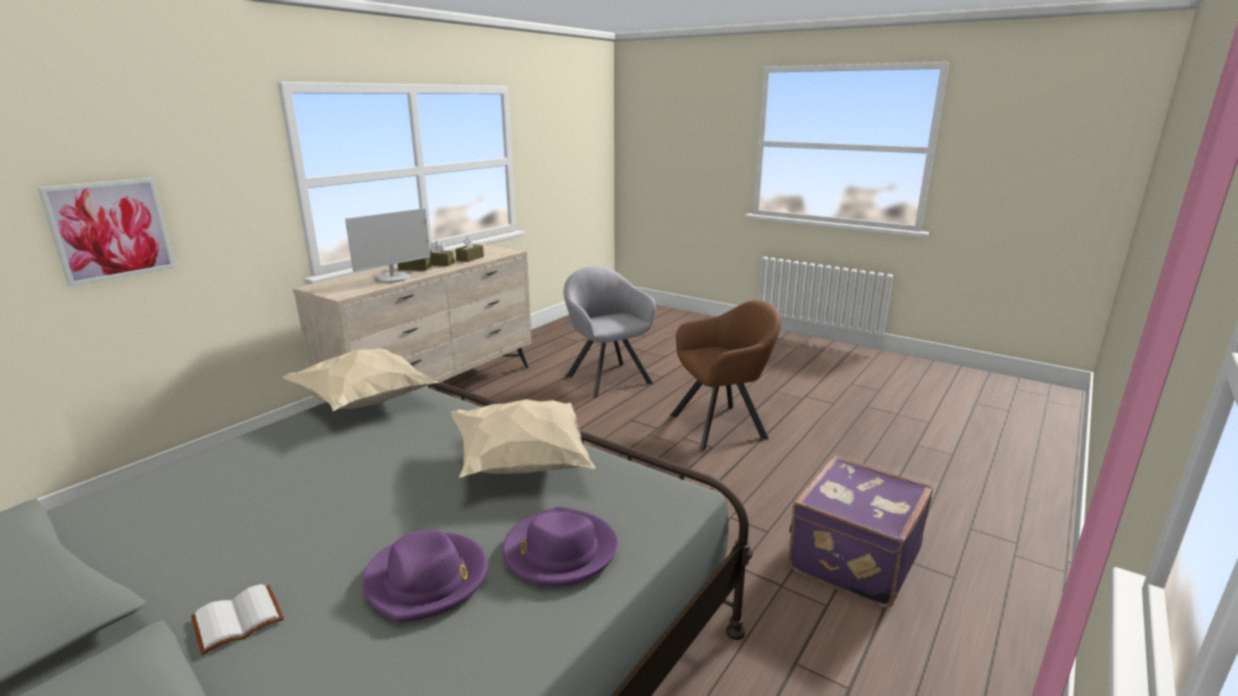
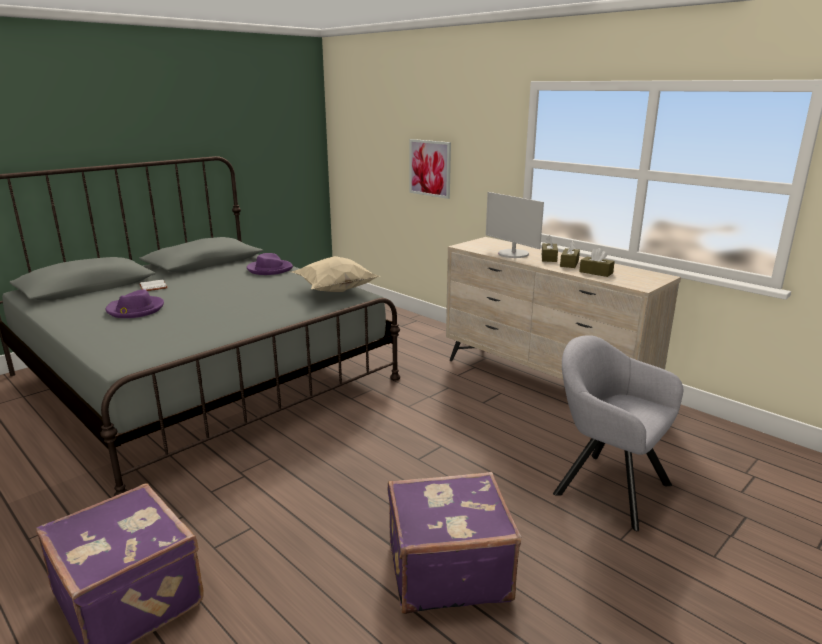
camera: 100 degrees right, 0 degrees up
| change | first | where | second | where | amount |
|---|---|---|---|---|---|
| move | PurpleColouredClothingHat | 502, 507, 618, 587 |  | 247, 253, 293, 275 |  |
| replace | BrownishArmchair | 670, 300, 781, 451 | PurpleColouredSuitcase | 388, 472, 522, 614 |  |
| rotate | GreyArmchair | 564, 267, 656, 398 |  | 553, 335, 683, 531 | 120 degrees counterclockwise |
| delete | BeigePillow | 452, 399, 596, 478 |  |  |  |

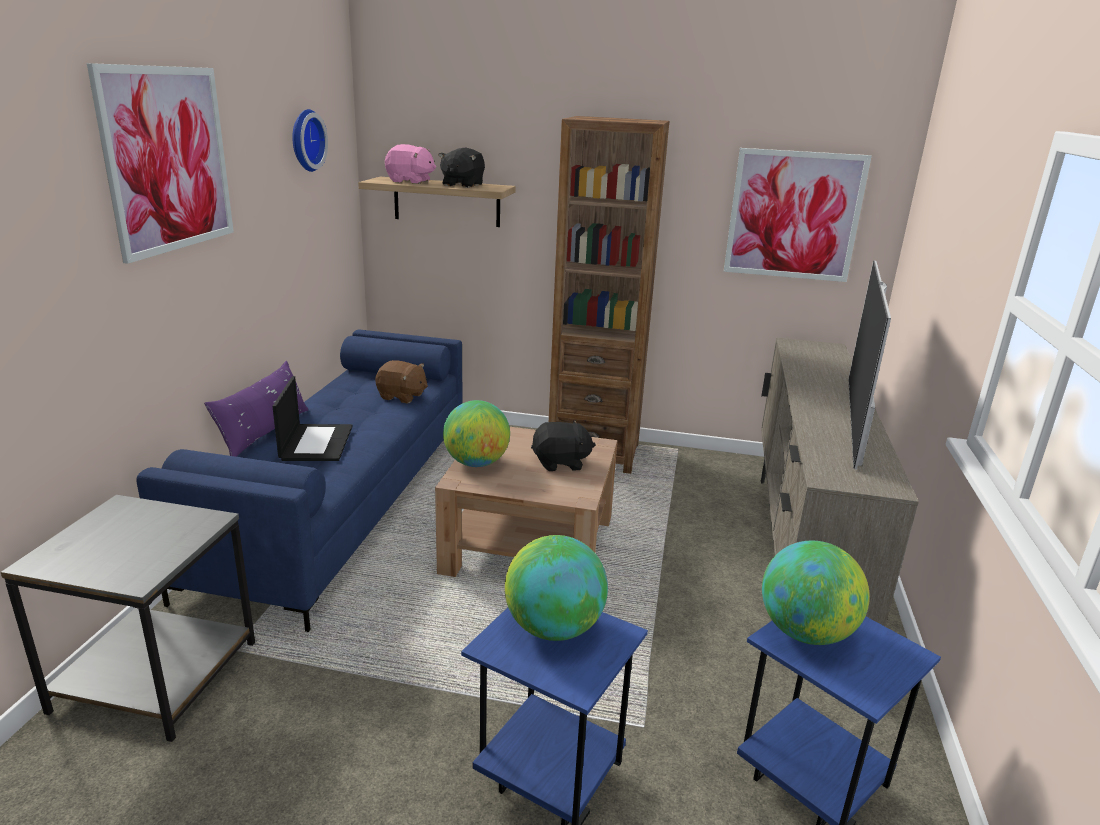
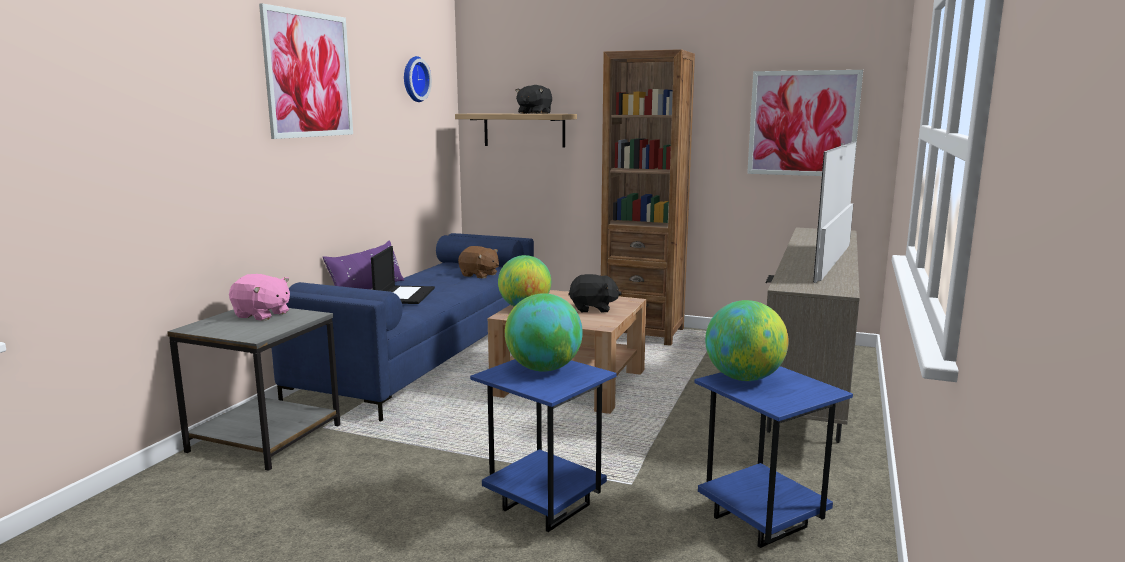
camera: 10 degrees right, 10 degrees down
| change | first | where | second | where | amount |
|---|---|---|---|---|---|
| move | PinkishSoftToy | 385, 144, 436, 184 |  | 229, 274, 290, 321 |  |

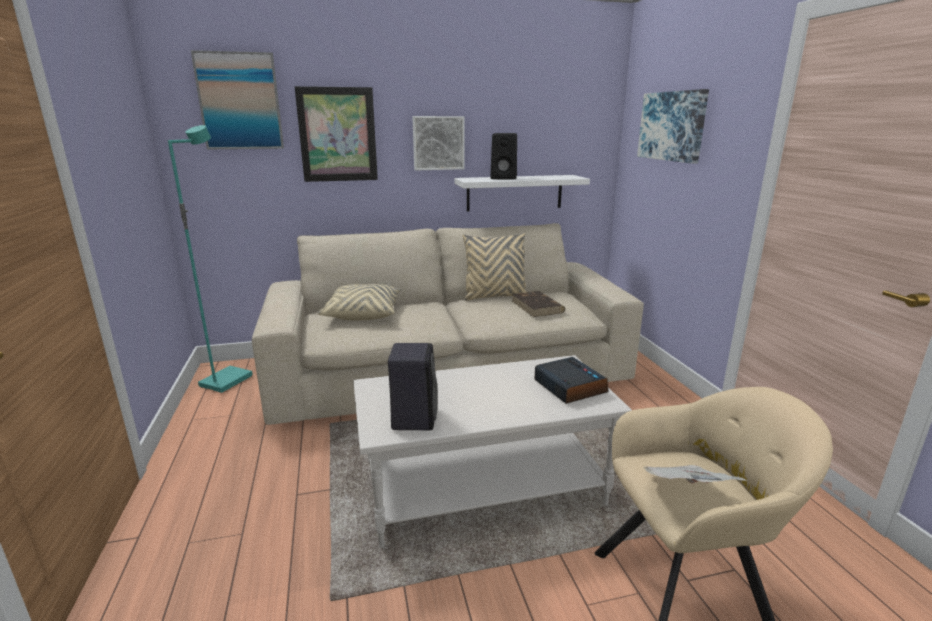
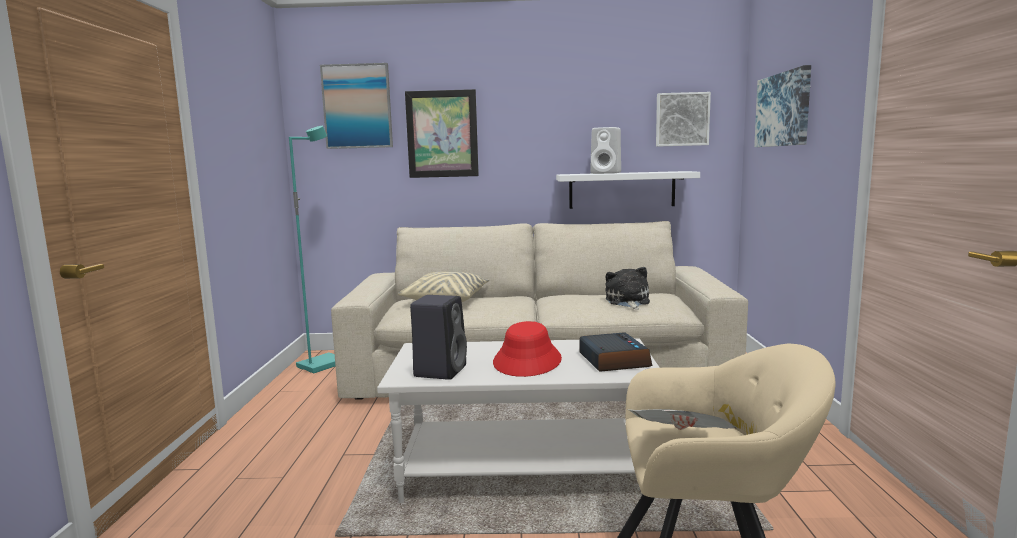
camera: 15 degrees right, 10 degrees down
| change | first | where | second | where | amount |
|---|---|---|---|---|---|
| insert |  |  | RedClothingHat | 493, 321, 562, 377 |  |
| recolor | BlackColouredAudioSpeaker | 490, 133, 517, 180 | WhiteAudioSpeaker | 590, 127, 621, 174 |  |
| replace | BrownishBoundBook | 512, 291, 565, 317 | SoftToy | 605, 267, 650, 309 |  |
| move | WallArt | 412, 116, 465, 170 |  | 656, 92, 711, 147 |  |
| delete | BeigePillow | 463, 233, 527, 301 |  |  |  |

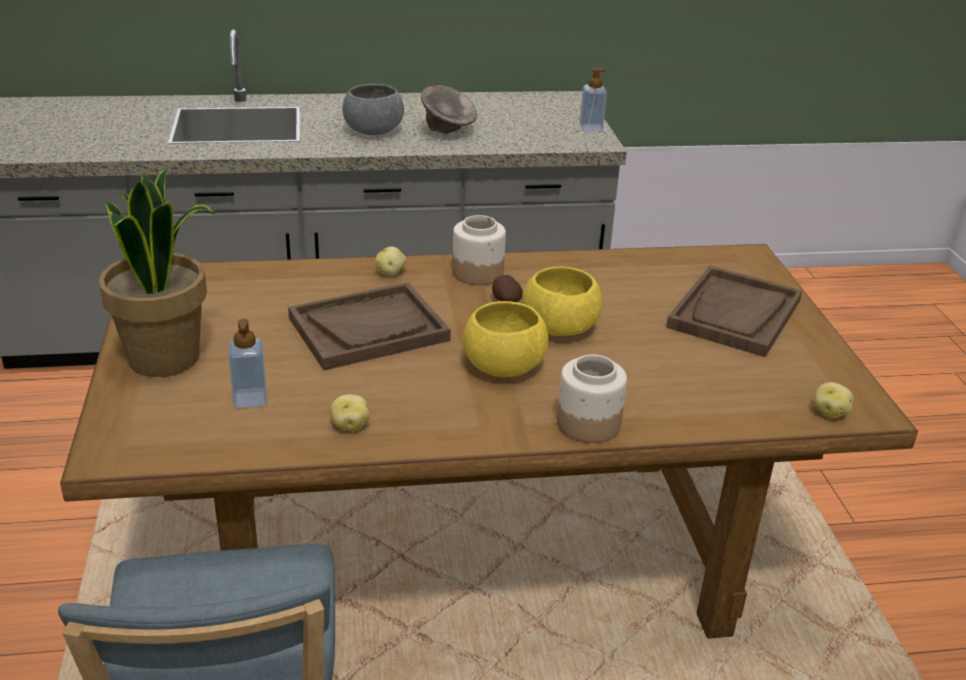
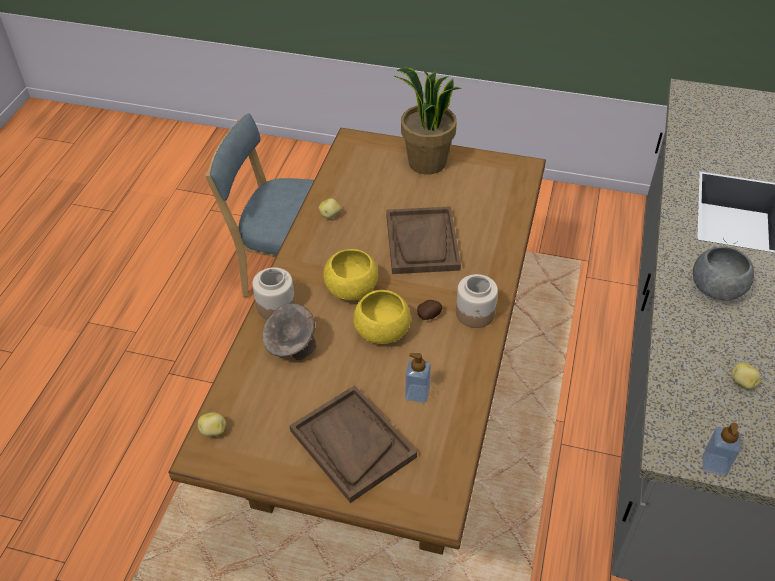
camera: 115 degrees right, 15 degrees up
| change | first | where | second | where | amount |
|---|---|---|---|---|---|
| move | GreyServingBowl | 421, 85, 477, 134 |  | 262, 303, 316, 360 |  |
| move | LiquidSoapBottle | 228, 319, 267, 408 |  | 405, 353, 431, 403 |  |
| move | Spud | 375, 246, 407, 276 |  | 732, 363, 761, 390 |  |

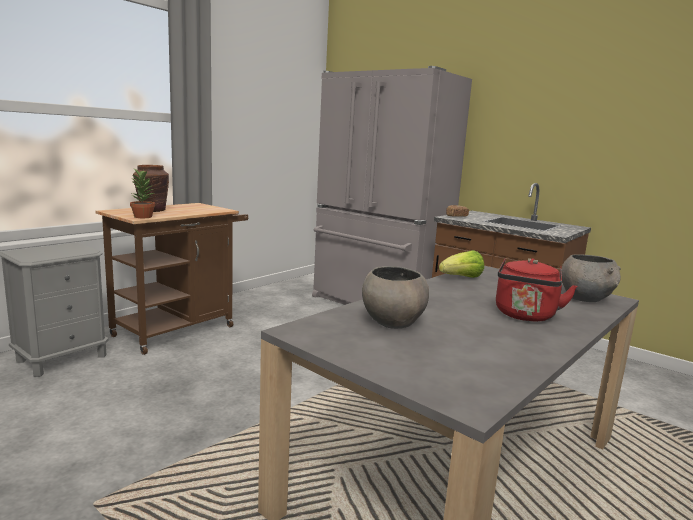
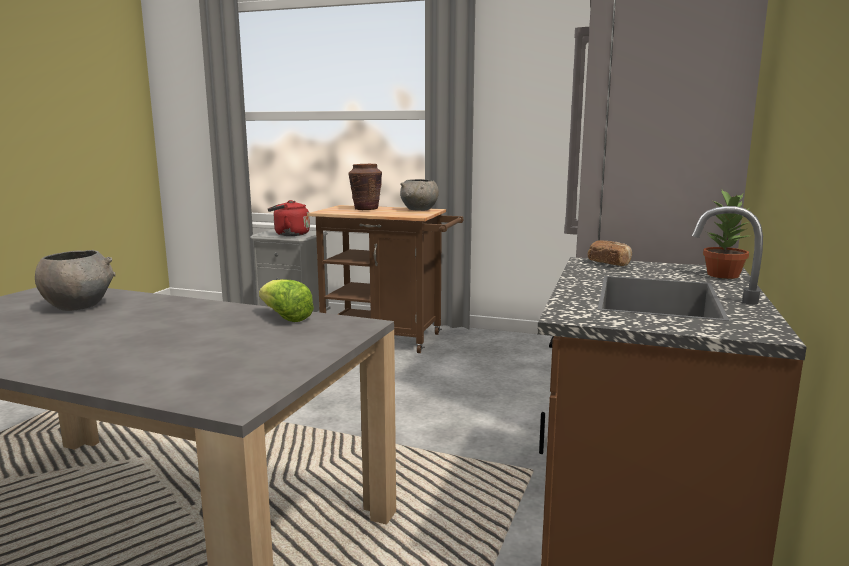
camera: 70 degrees right, 0 degrees up
| change | first | where | second | where | amount |
|---|---|---|---|---|---|
| move | RedKettle | 496, 258, 577, 322 |  | 268, 200, 310, 236 |  |
| move | GreyServingBowl | 562, 254, 621, 302 |  | 400, 179, 439, 211 |  |
| move | PlantInAPot | 130, 169, 155, 218 |  | 703, 190, 753, 279 |  |

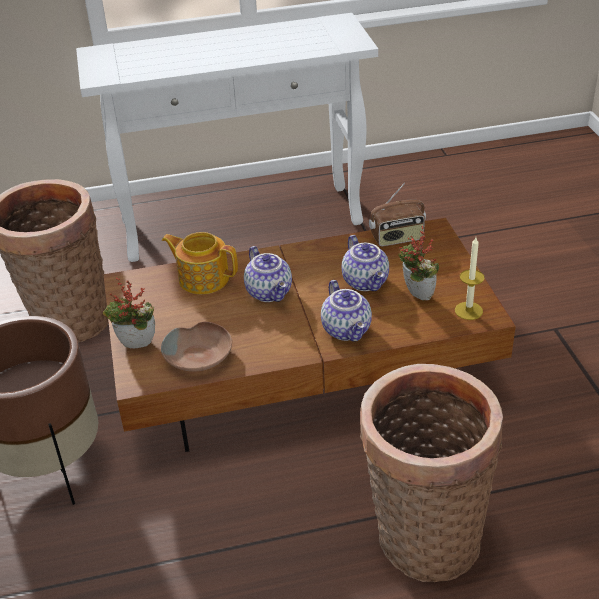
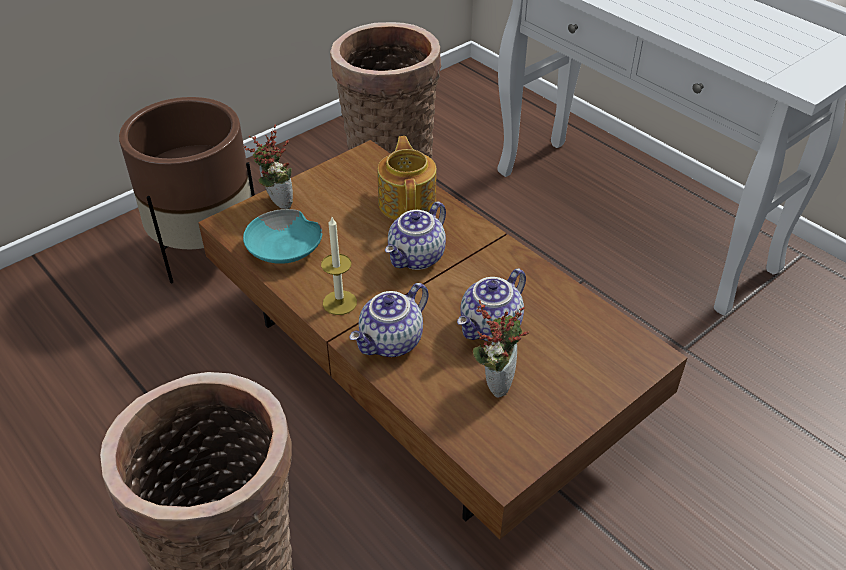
camera: 60 degrees right, 5 degrees up
| change | first | where | second | where | amount |
|---|---|---|---|---|---|
| recolor | BrownishServingBowl | 161, 322, 232, 372 | TurquoiseColouredServingBowl | 243, 209, 323, 264 |  |
| move | WaxLight | 455, 237, 485, 320 |  | 321, 217, 357, 315 |  |
| delete | RadioSet | 369, 183, 426, 247 |  |  |  |

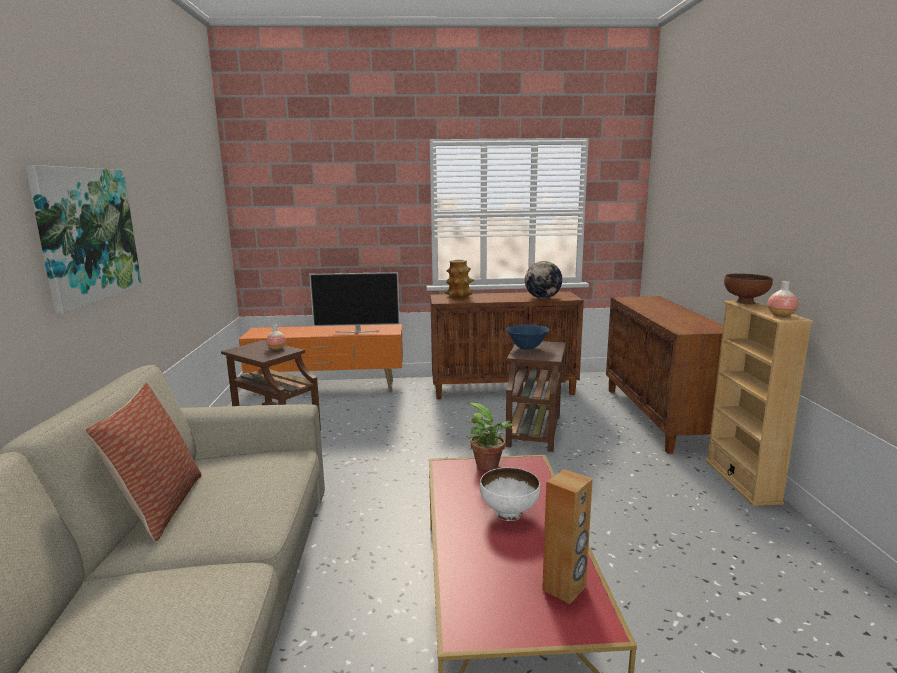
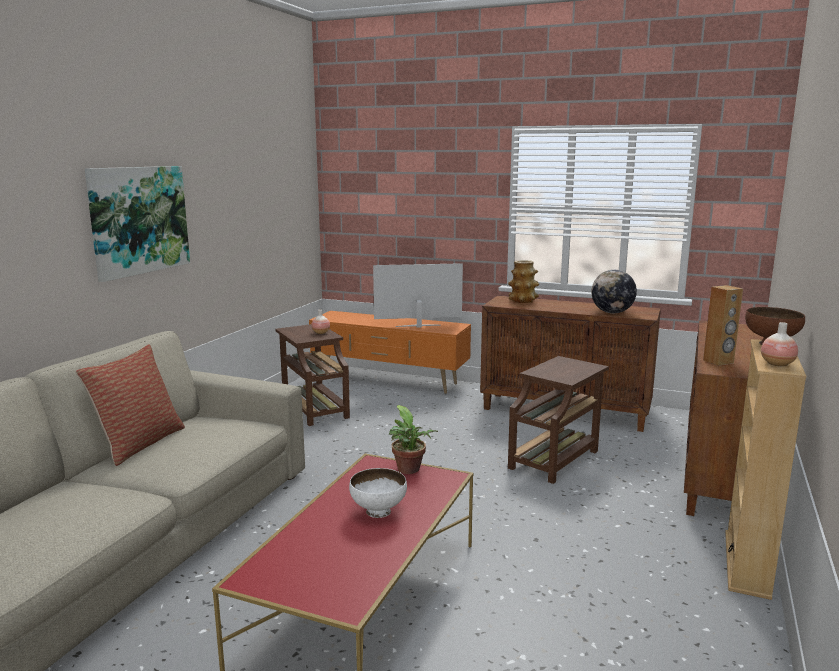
camera: 25 degrees right, 0 degrees up
| change | first | where | second | where | amount |
|---|---|---|---|---|---|
| rotate | Television | 309, 272, 400, 333 |  | 373, 263, 463, 328 | 150 degrees clockwise |
| move | BrownishAudioSpeaker | 542, 469, 593, 604 |  | 703, 285, 743, 366 |  |
| delete | BlueServingBowl | 506, 324, 549, 349 |  |  |  |

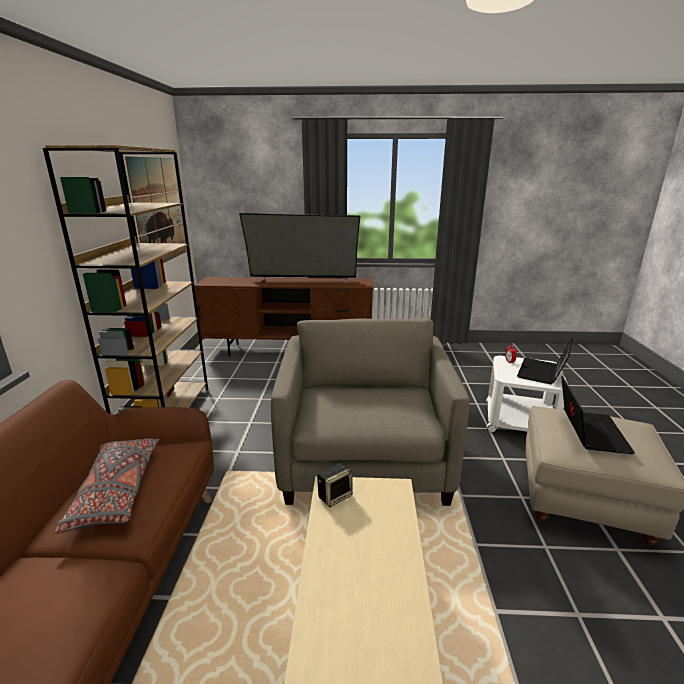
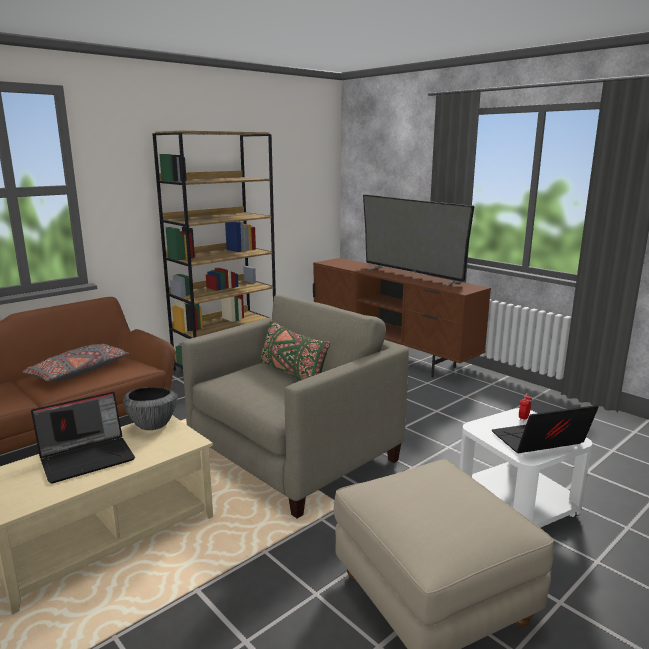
camera: 45 degrees right, 5 degrees down
| change | first | where | second | where | amount |
|---|---|---|---|---|---|
| move | PortableComputer | 561, 376, 635, 454 |  | 31, 392, 135, 484 |  |
| replace | AudioSpeaker | 317, 463, 353, 507 | ServingBowl | 123, 387, 178, 430 |  |
| insert |  |  | GreenPillow | 260, 320, 330, 381 |  |
| delete | WallArt | 125, 156, 187, 263 |  |  |  |

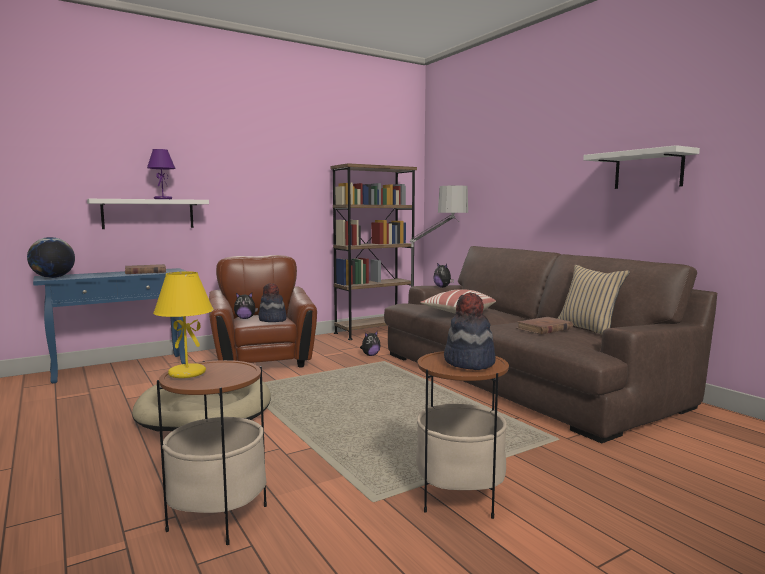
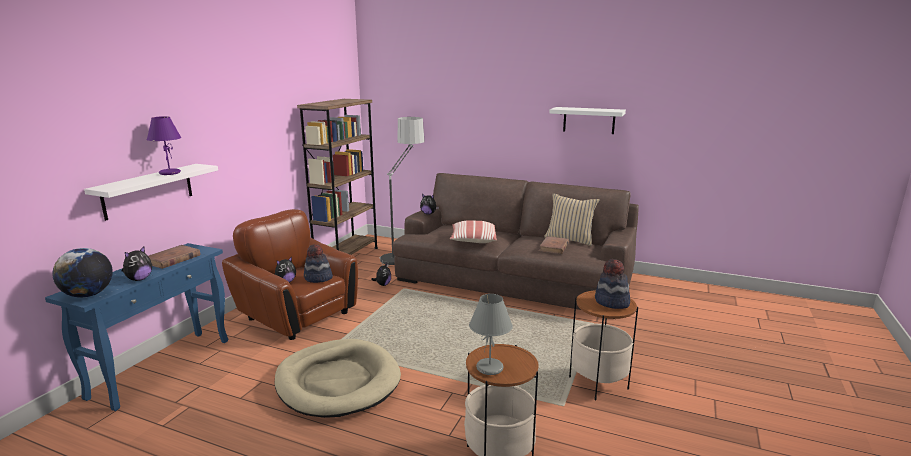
camera: 35 degrees left, 10 degrees up
| change | first | where | second | where | amount |
|---|---|---|---|---|---|
| insert |  |  | SoftToy | 122, 247, 152, 281 |  |
| recolor | YellowishTableLamp | 153, 271, 214, 378 | GreyTableLamp | 469, 294, 513, 375 |  |

